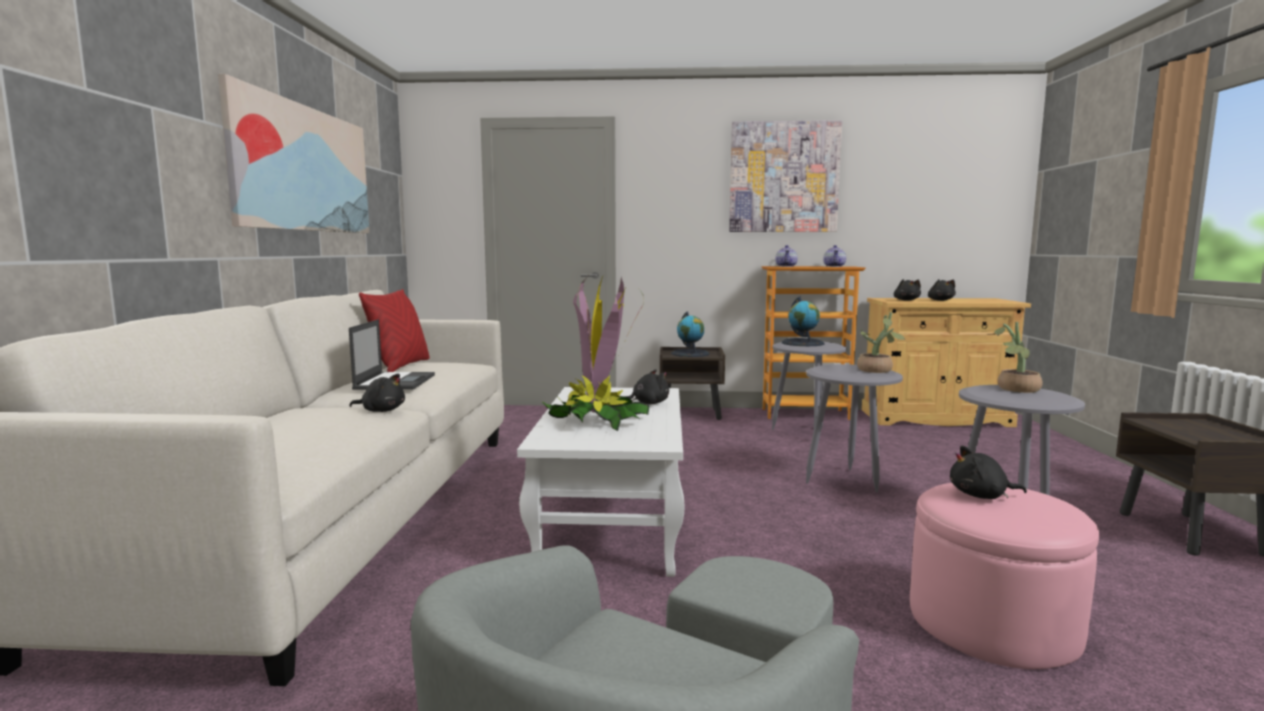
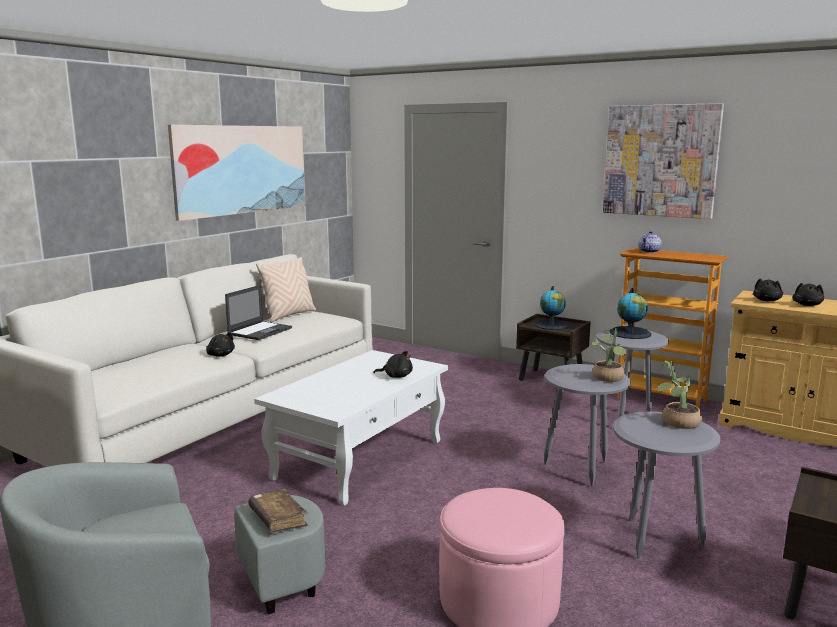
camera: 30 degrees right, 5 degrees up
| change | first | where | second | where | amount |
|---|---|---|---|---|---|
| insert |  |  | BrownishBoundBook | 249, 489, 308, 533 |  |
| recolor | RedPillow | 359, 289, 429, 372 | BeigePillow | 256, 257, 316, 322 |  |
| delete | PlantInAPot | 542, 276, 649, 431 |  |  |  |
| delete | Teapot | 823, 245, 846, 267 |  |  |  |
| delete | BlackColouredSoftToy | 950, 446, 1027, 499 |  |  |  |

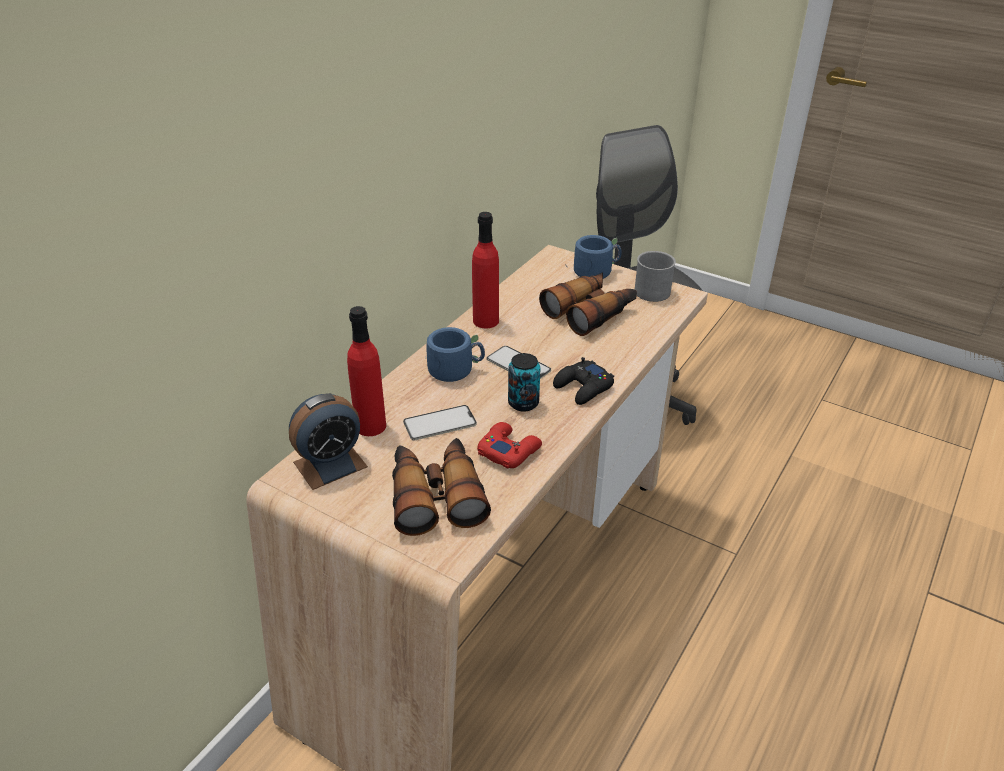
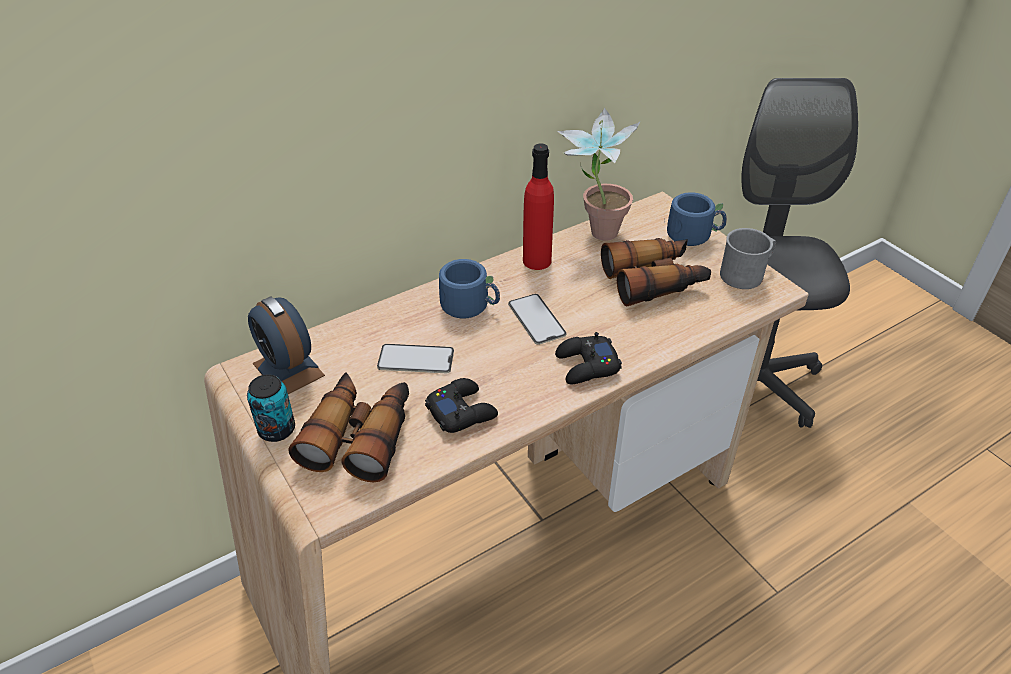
camera: 25 degrees right, 5 degrees up
| change | first | where | second | where | amount |
|---|---|---|---|---|---|
| move | SealedCan | 508, 353, 540, 412 |  | 247, 374, 295, 442 |  |
| rotate | AlarmClock | 289, 393, 368, 490 |  | 248, 296, 325, 394 | 60 degrees clockwise |
| recolor | RedGamepad | 477, 422, 542, 468 | BlackColouredGamepad | 425, 378, 498, 433 |  |
| insert |  |  | PlantInAPot | 557, 107, 641, 241 |  |
| delete | RedDrinkBottle | 347, 306, 386, 436 |  |  |  |

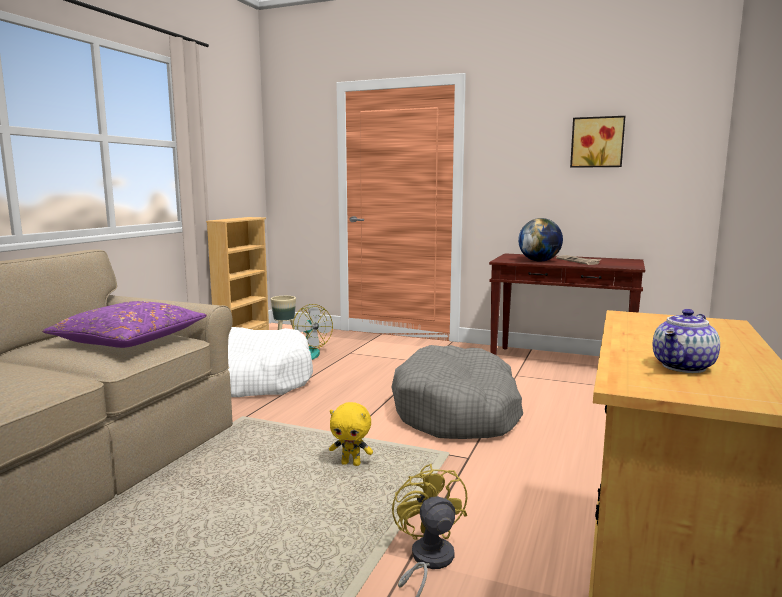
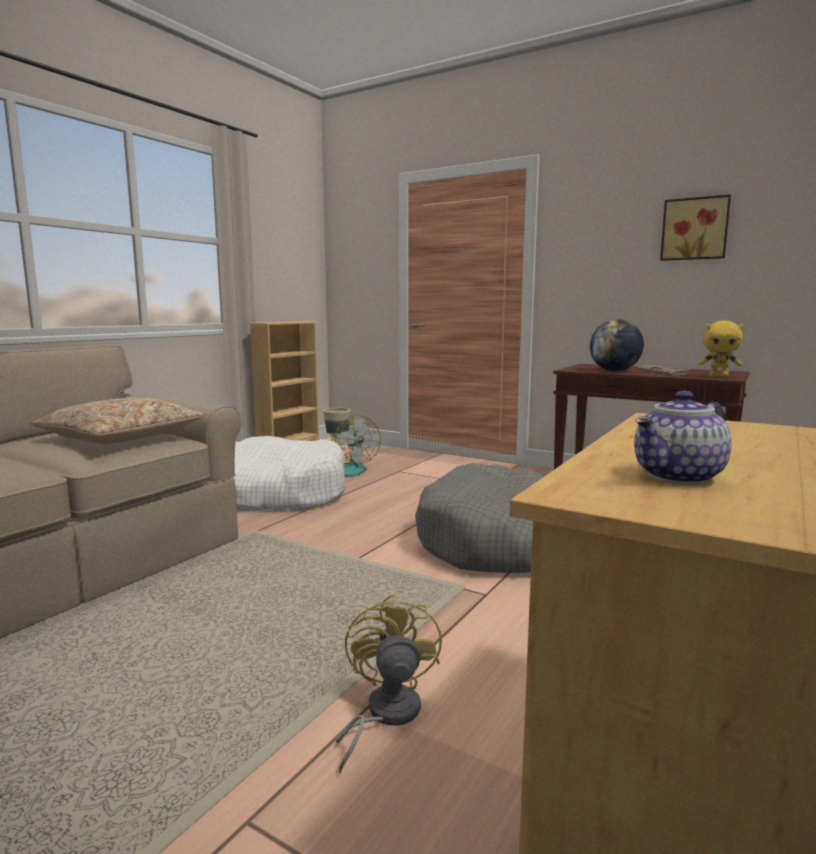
camera: 10 degrees right, 0 degrees up
| change | first | where | second | where | amount |
|---|---|---|---|---|---|
| recolor | PurpleColouredPillow | 42, 301, 207, 348 | BeigePillow | 30, 397, 205, 444 |  |
| move | YellowishSoftToy | 329, 402, 373, 466 |  | 698, 321, 744, 378 |  |

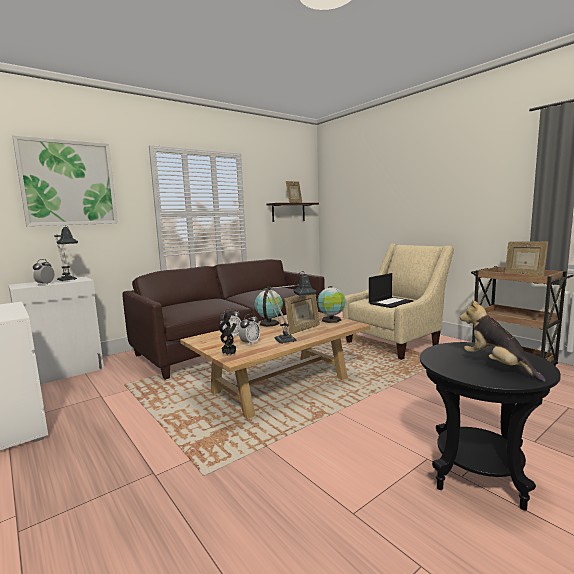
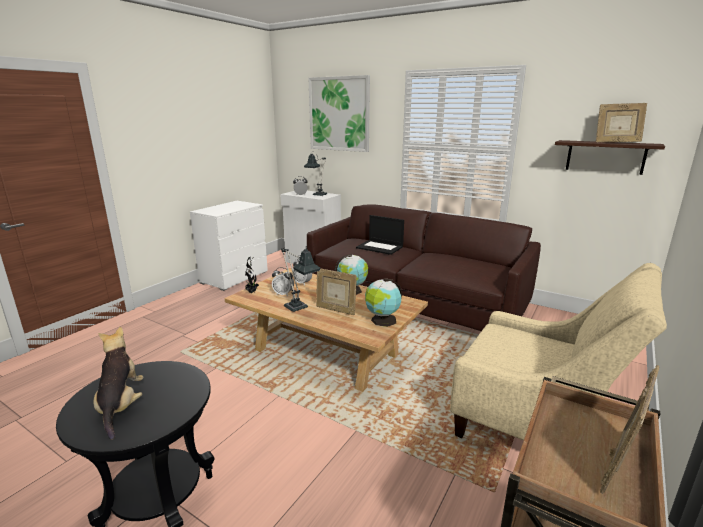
camera: 70 degrees right, 10 degrees up
| change | first | where | second | where | amount |
|---|---|---|---|---|---|
| rotate | SoftToy | 460, 299, 546, 382 |  | 93, 327, 144, 440 | 60 degrees counterclockwise |
| move | PortableComputer | 369, 273, 413, 308 |  | 356, 215, 404, 255 |  |

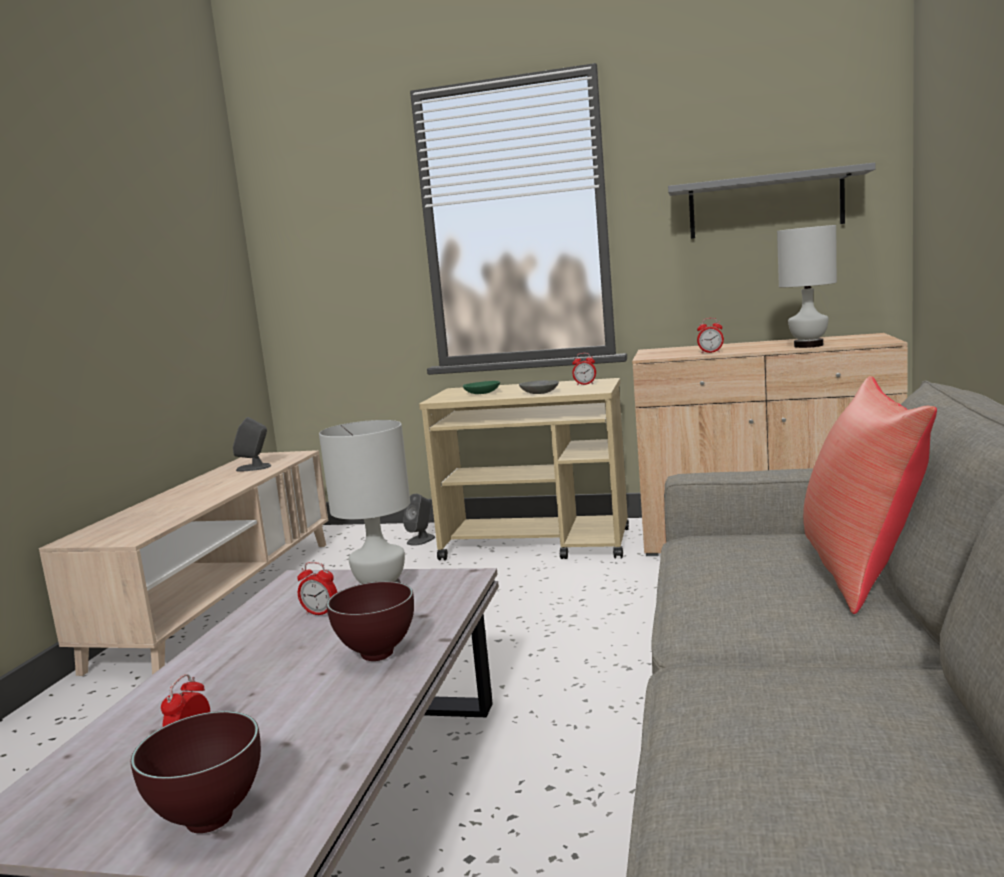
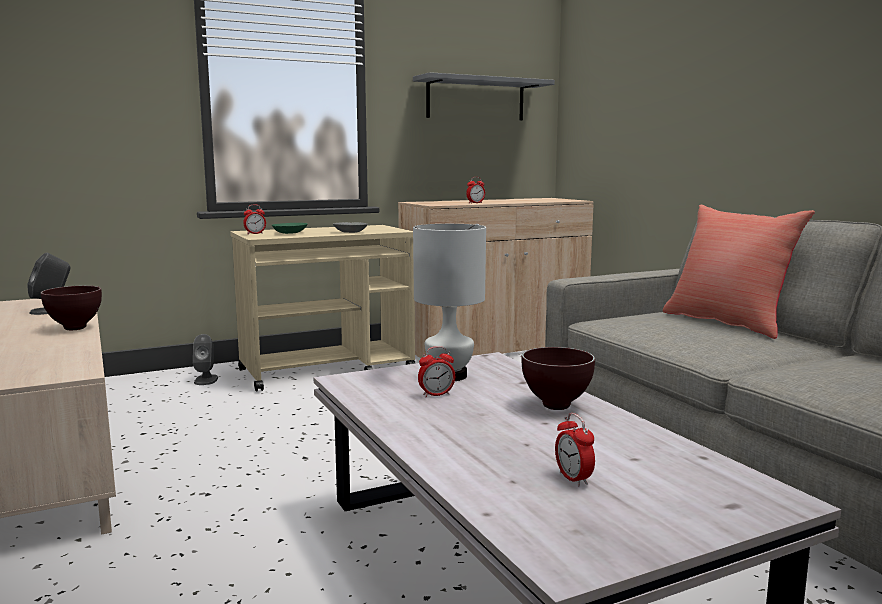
camera: 40 degrees left, 0 degrees up
| change | first | where | second | where | amount |
|---|---|---|---|---|---|
| move | BrownishServingBowl | 131, 711, 261, 833 |  | 41, 286, 102, 330 |  |
| move | AlarmClock | 572, 353, 596, 385 |  | 243, 205, 266, 235 |  |
| delete | WhiteTableLamp | 777, 225, 837, 348 |  |  |  |

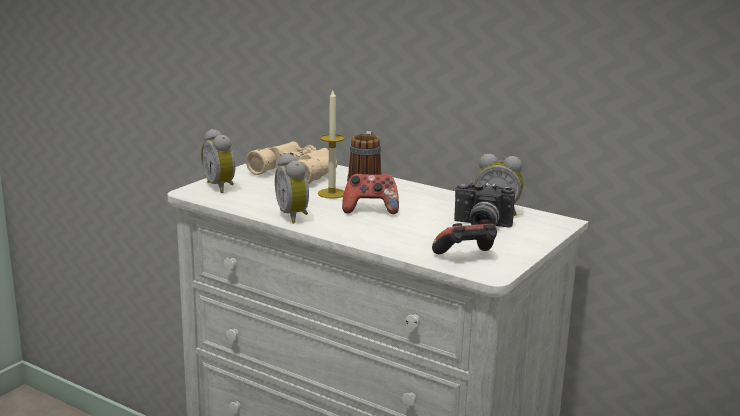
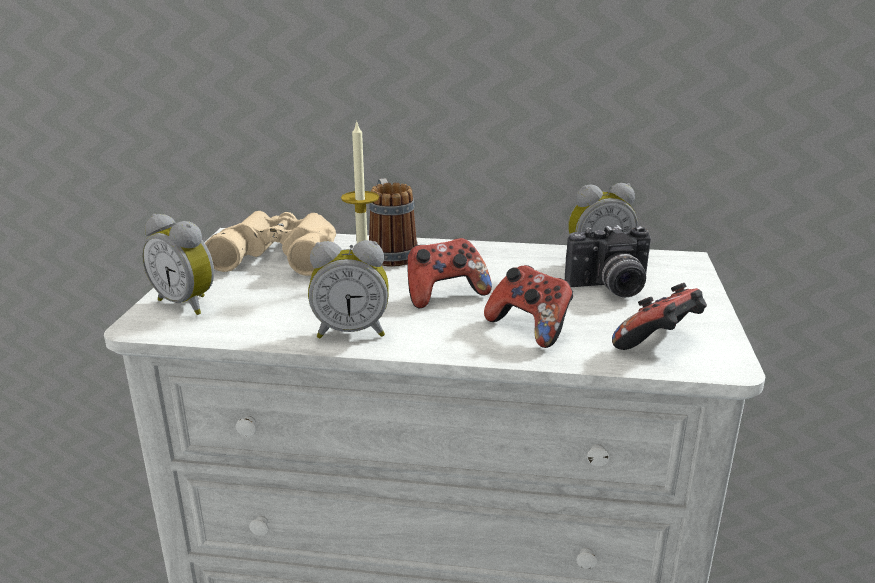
camera: 25 degrees left, 5 degrees up
| change | first | where | second | where | amount |
|---|---|---|---|---|---|
| rotate | AlarmClock | 275, 153, 309, 223 |  | 308, 240, 389, 338 | 45 degrees counterclockwise |
| insert |  |  | Gamepad | 484, 265, 573, 348 |  |

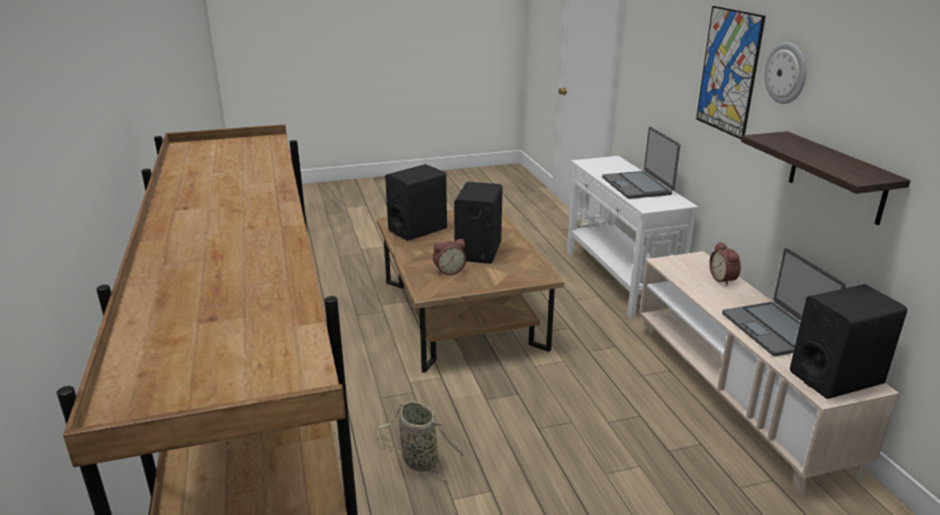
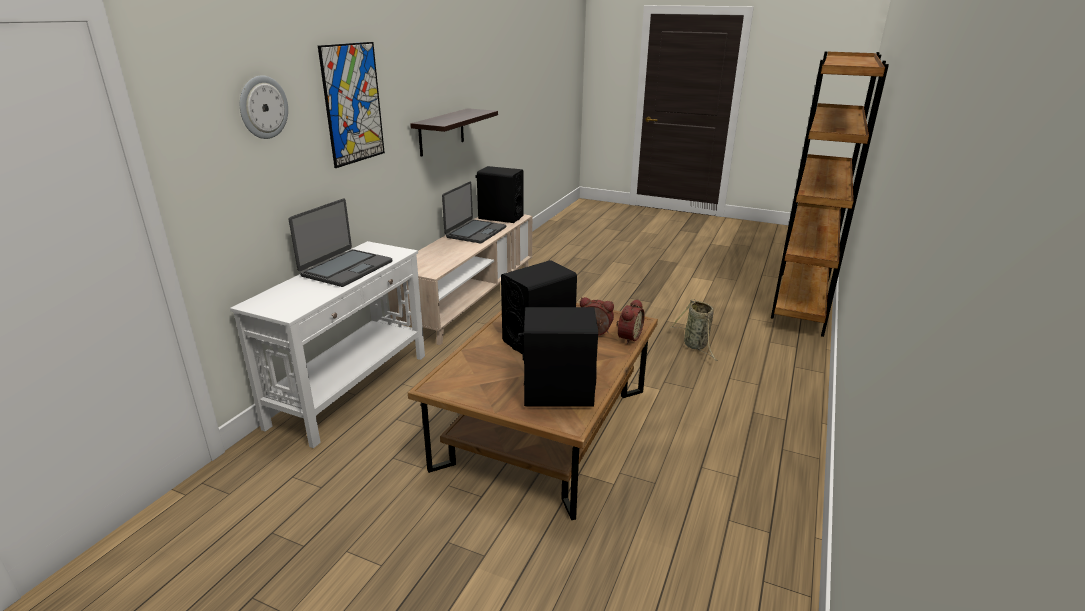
camera: 140 degrees left, 0 degrees up
| change | first | where | second | where | amount |
|---|---|---|---|---|---|
| move | ClockOnTheWall | 764, 42, 806, 104 |  | 240, 75, 288, 139 |  |
| move | AlarmClock | 709, 242, 741, 286 |  | 617, 299, 645, 344 |  |

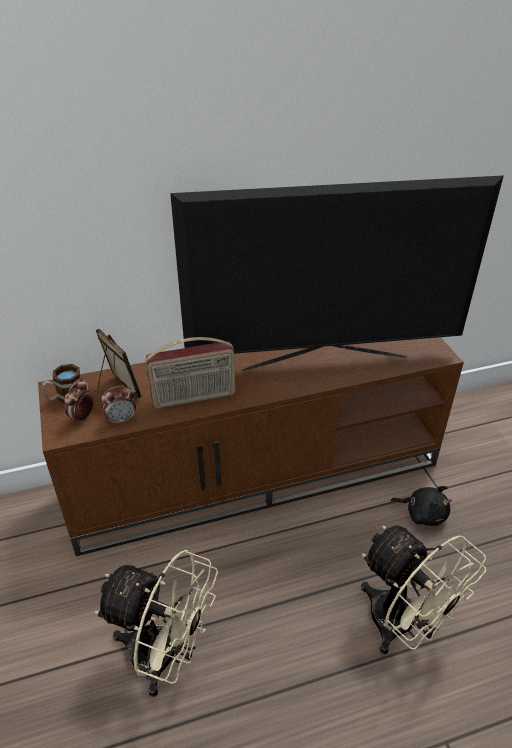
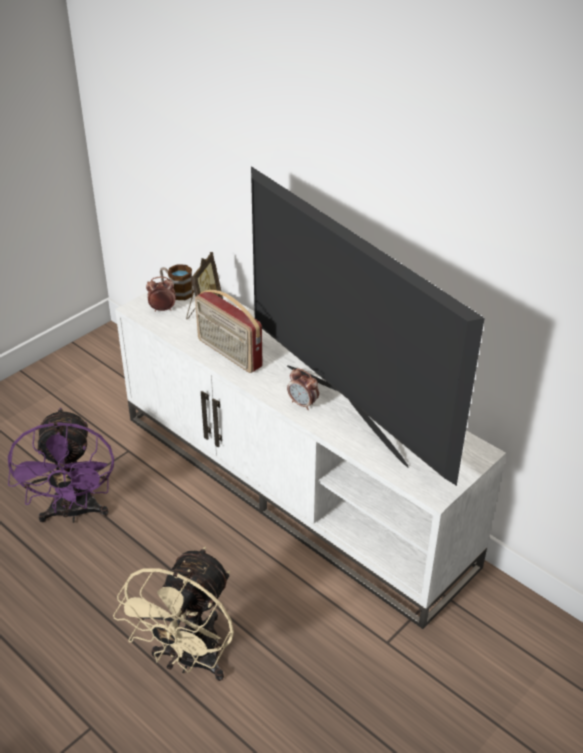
camera: 60 degrees right, 0 degrees up
| change | first | where | second | where | amount |
|---|---|---|---|---|---|
| recolor | BeigeFan | 94, 550, 218, 697 | PurpleColouredFan | 8, 408, 114, 523 |  |
| recolor | BrownishTvUnit | 38, 337, 464, 556 | WhiteTvUnit | 115, 289, 506, 629 |  |
| move | AlarmClock | 102, 386, 136, 426 |  | 287, 368, 319, 410 |  |
| delete | BlackColouredSoftToy | 391, 486, 452, 526 |  |  |  |

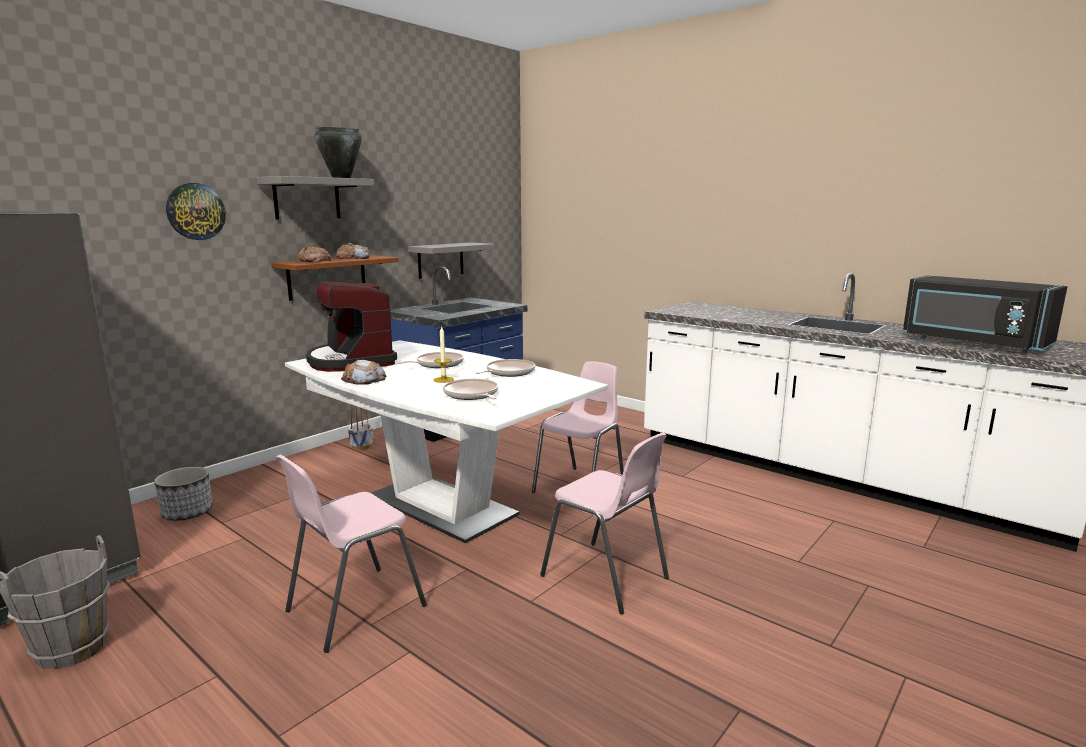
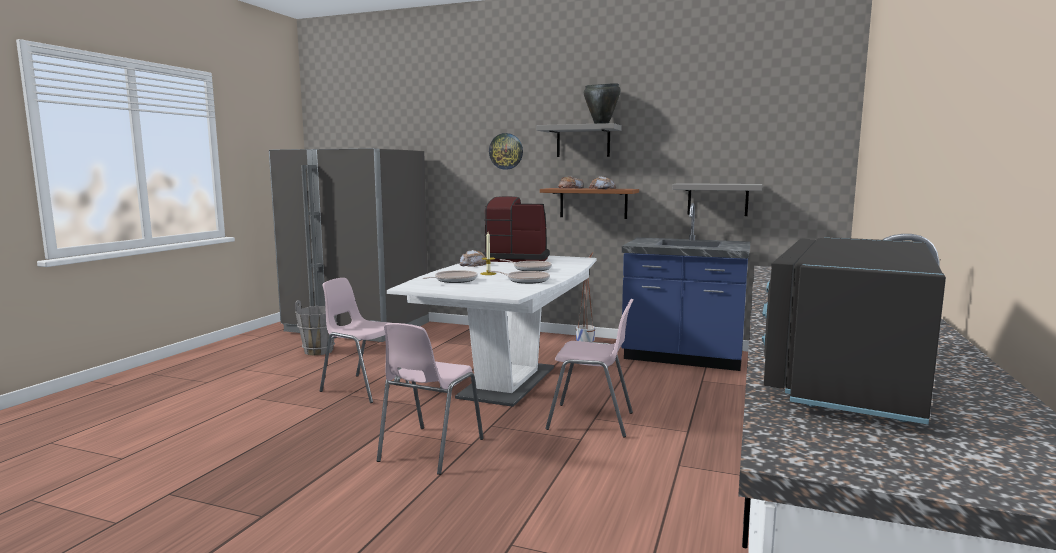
camera: 70 degrees right, 5 degrees down
| change | first | where | second | where | amount |
|---|---|---|---|---|---|
| rotate | CoffeeBrewer | 306, 282, 397, 372 |  | 483, 196, 550, 262 | 60 degrees clockwise |
| delete | FlowerPot | 154, 467, 212, 521 |  |  |  |

